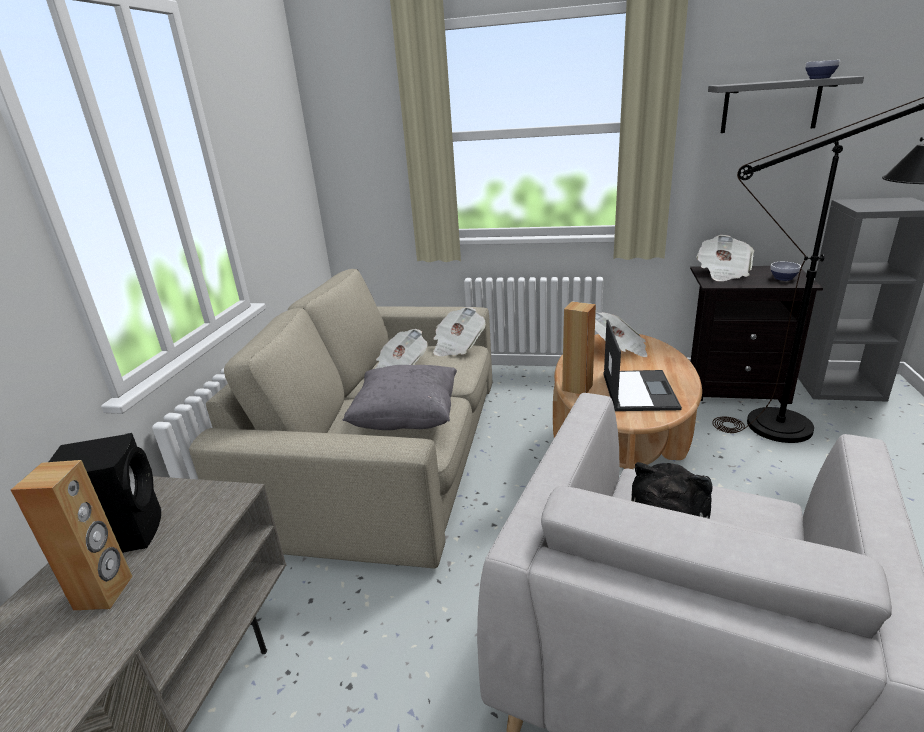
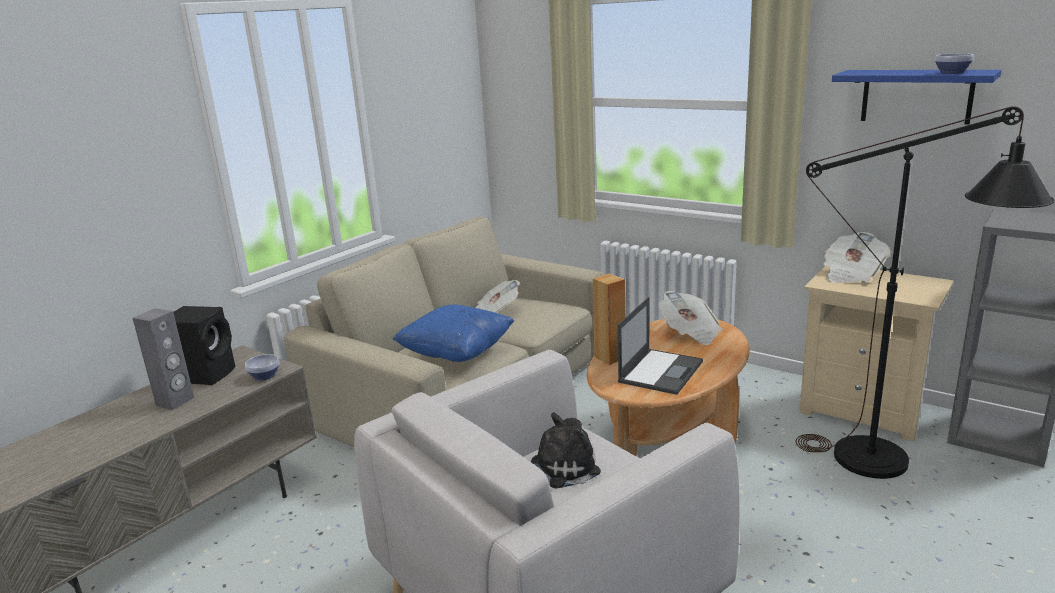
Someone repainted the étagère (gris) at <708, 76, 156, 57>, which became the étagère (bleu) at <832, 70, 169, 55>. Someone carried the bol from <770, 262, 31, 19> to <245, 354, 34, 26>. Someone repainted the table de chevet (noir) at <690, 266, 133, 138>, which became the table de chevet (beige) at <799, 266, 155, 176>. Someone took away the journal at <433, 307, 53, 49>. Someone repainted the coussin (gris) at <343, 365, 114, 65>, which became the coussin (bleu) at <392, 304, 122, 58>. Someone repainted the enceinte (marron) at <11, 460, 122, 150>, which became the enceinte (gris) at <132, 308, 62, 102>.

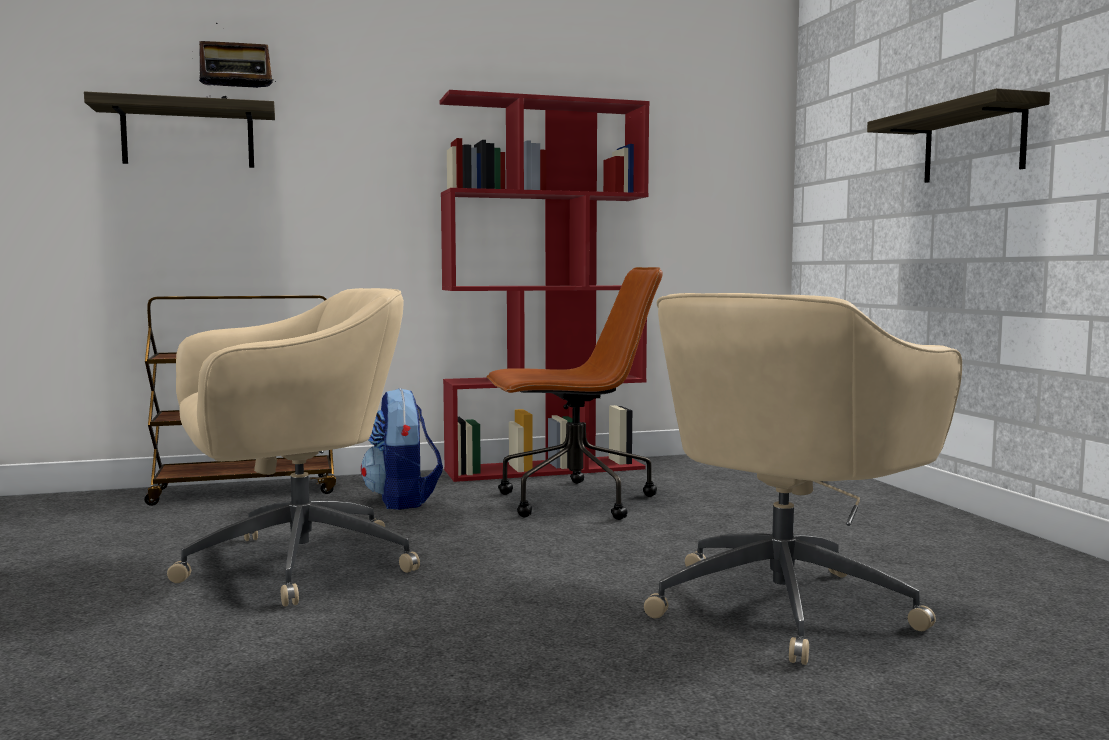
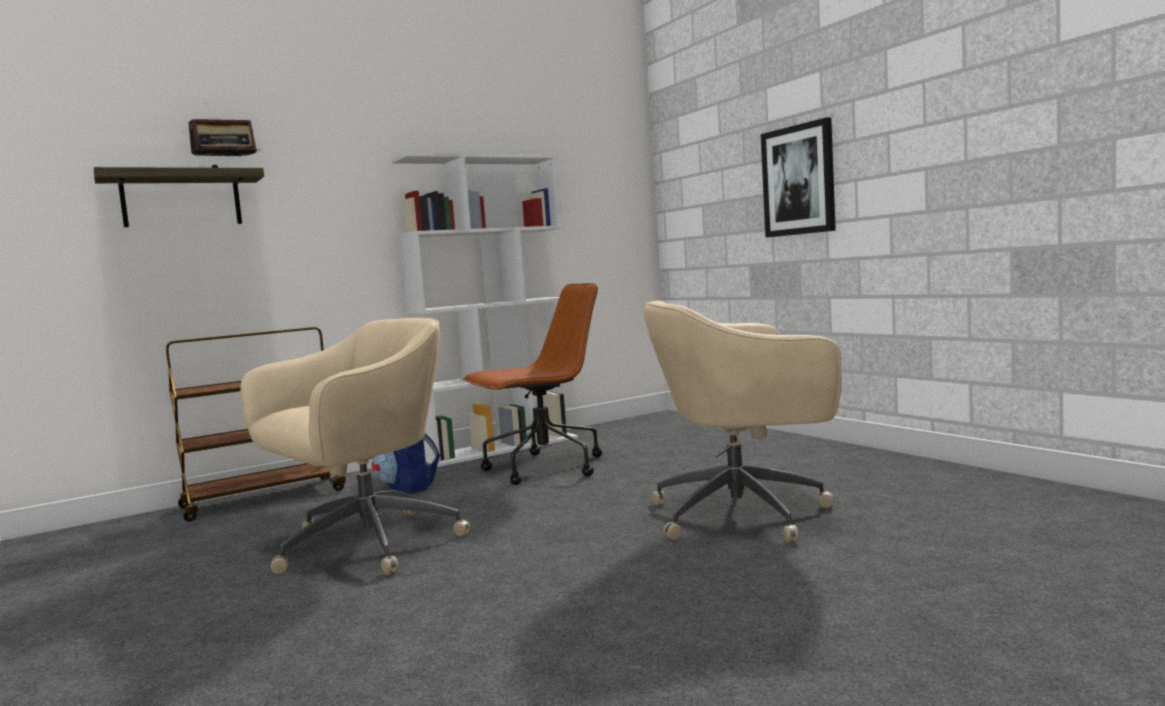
Someone swapped the étagère at <867, 88, 183, 95> for the tableau at <761, 117, 75, 120>. Someone repainted the bibliothèque (rouge) at <439, 90, 211, 392>, which became the bibliothèque (blanc) at <392, 153, 186, 314>. Someone rotated the chaise de bureau (beige) at <644, 293, 318, 372> by 60 degrees clockwise.

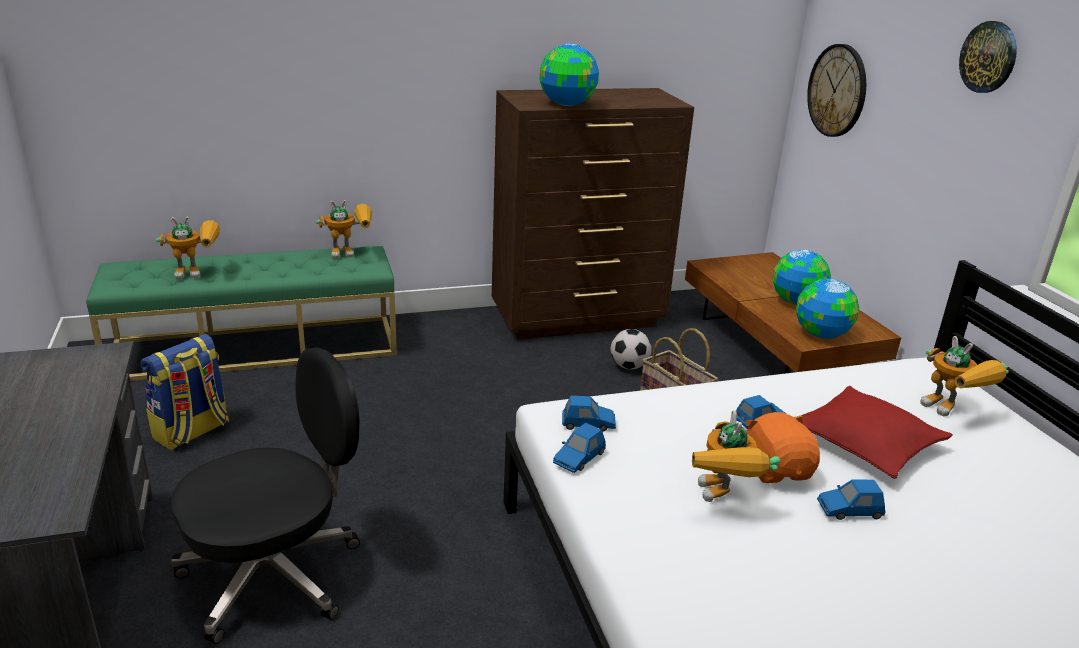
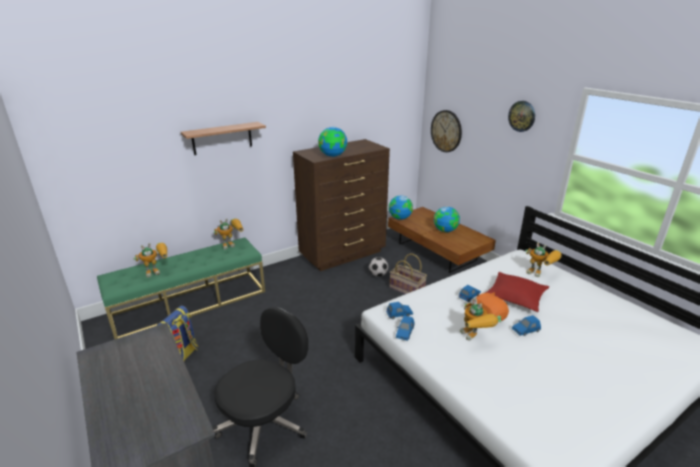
Someone carried the globe from <796, 279, 63, 59> to <389, 196, 24, 24>. Someone put up the étagère at <181, 122, 85, 33>.

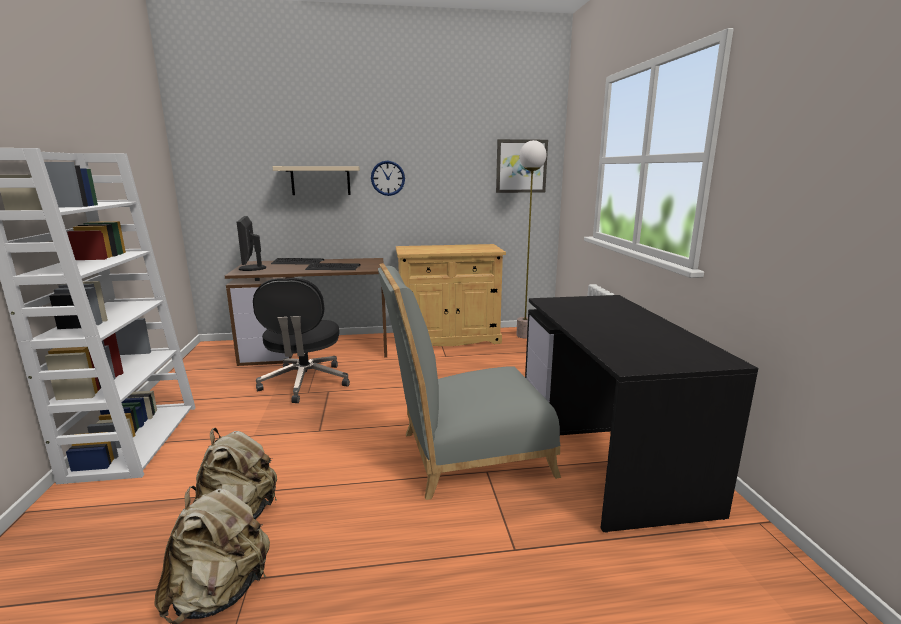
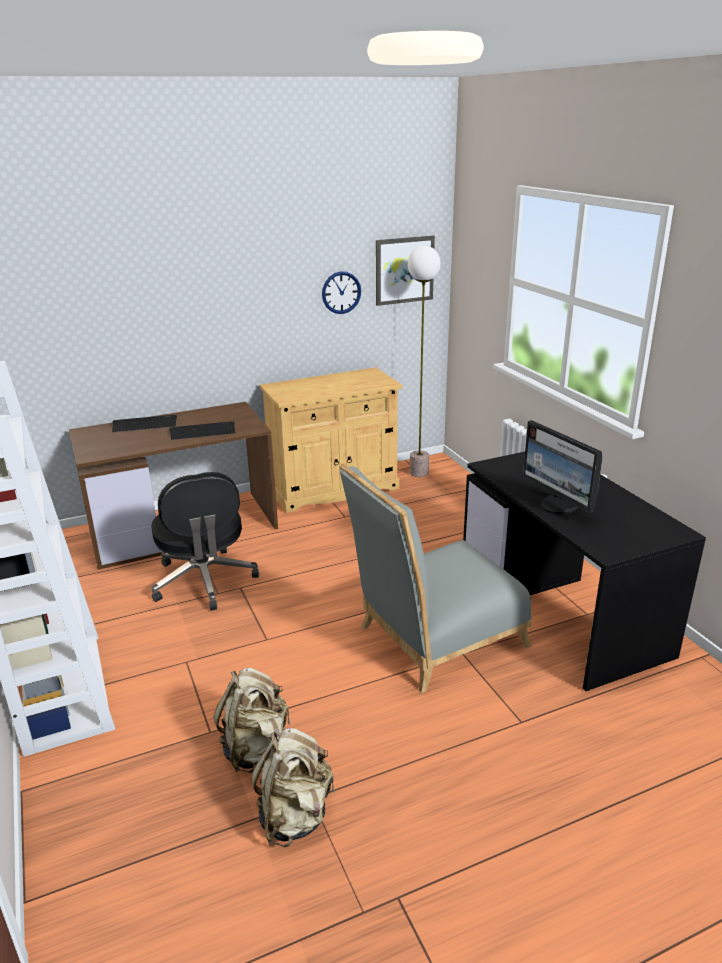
Someone carried the horloge murale from <371, 160, 34, 36> to <322, 271, 39, 43>. Someone took away the étagère (beige) at <272, 166, 88, 29>. Someone carried the écran d'ordinateur from <237, 216, 29, 55> to <523, 420, 79, 94>.

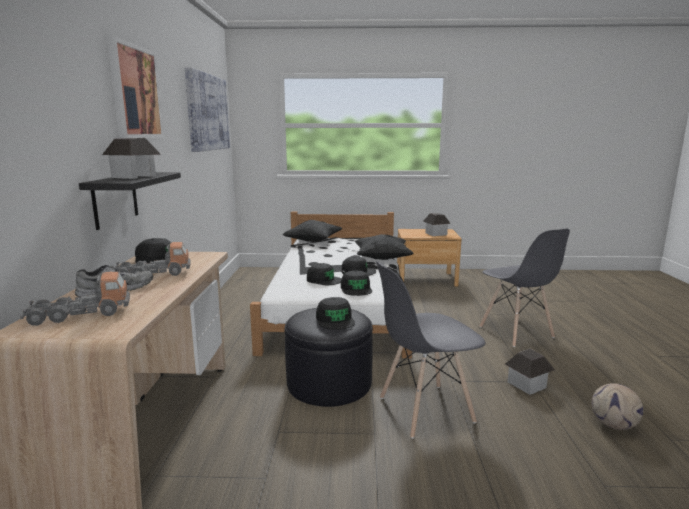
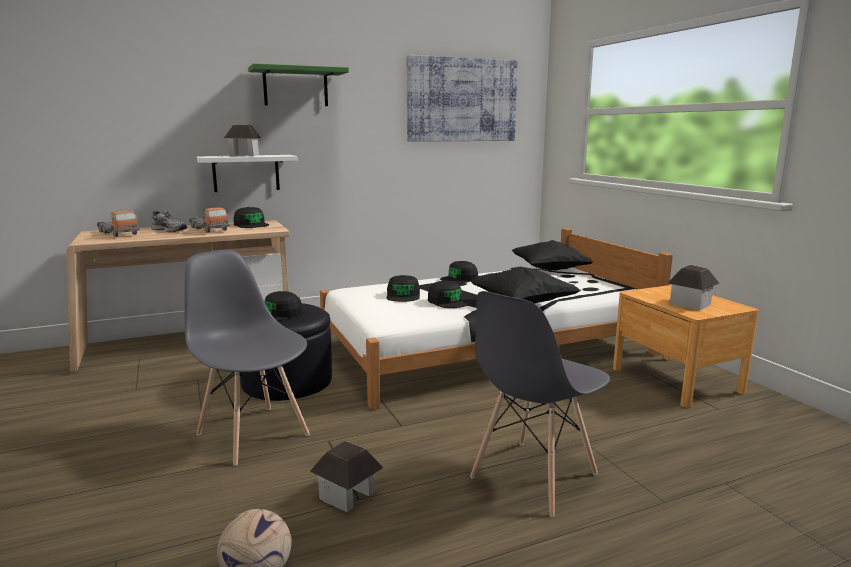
Someone swapped the tableau at <107, 36, 57, 102> for the étagère (vert) at <248, 63, 101, 43>. Someone repainted the étagère (noir) at <79, 172, 102, 58>, which became the étagère (blanc) at <197, 155, 101, 37>. Someone carried the casquette (noir) from <341, 271, 31, 25> to <440, 261, 38, 23>.

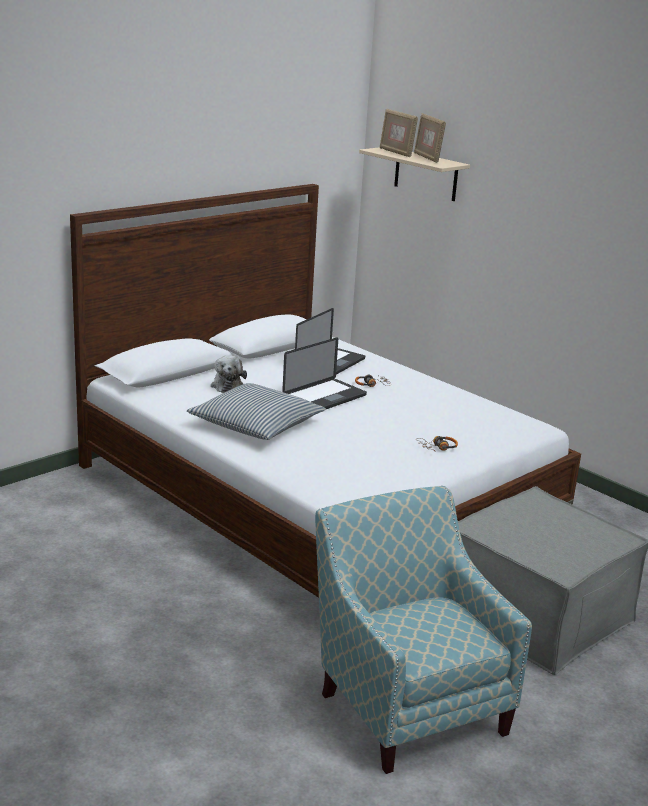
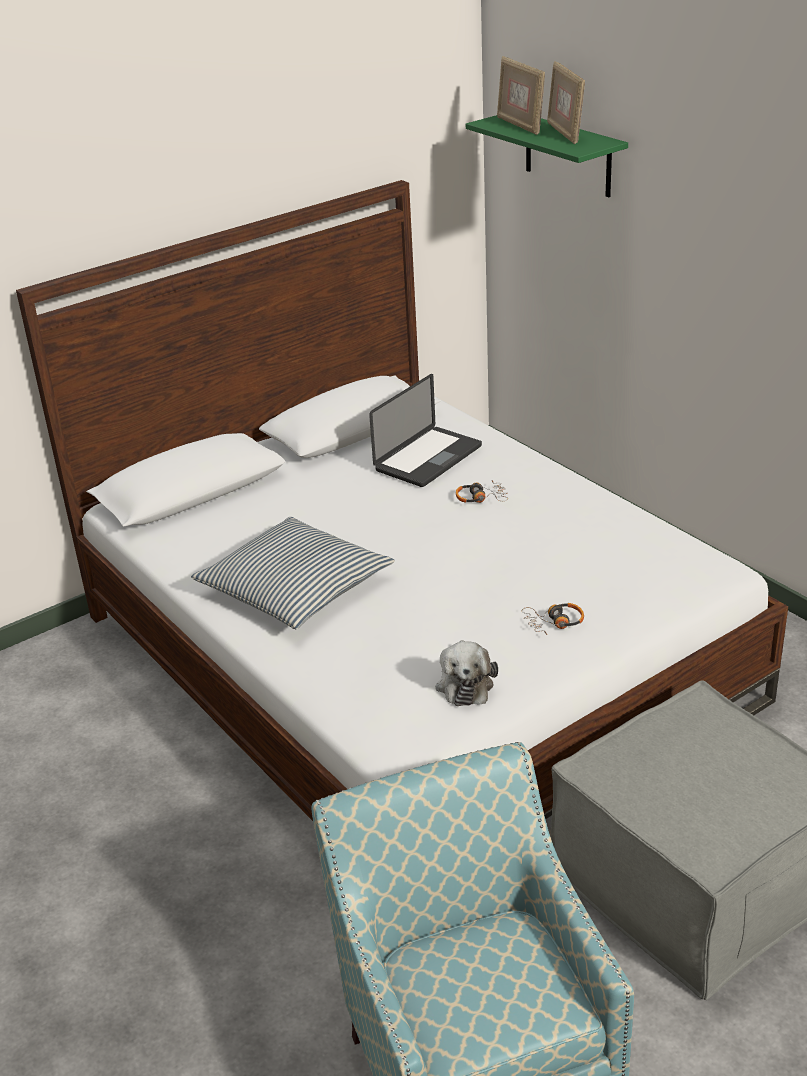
Someone repainted the étagère (beige) at <359, 147, 111, 54>, which became the étagère (vert) at <466, 115, 162, 82>. Someone took away the ordinateur portable at <282, 337, 85, 72>. Someone carried the peluche from <211, 355, 36, 38> to <435, 640, 63, 66>.

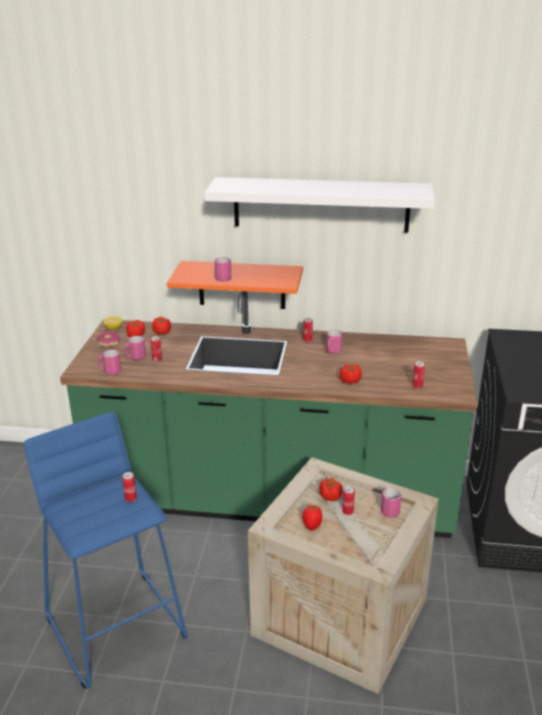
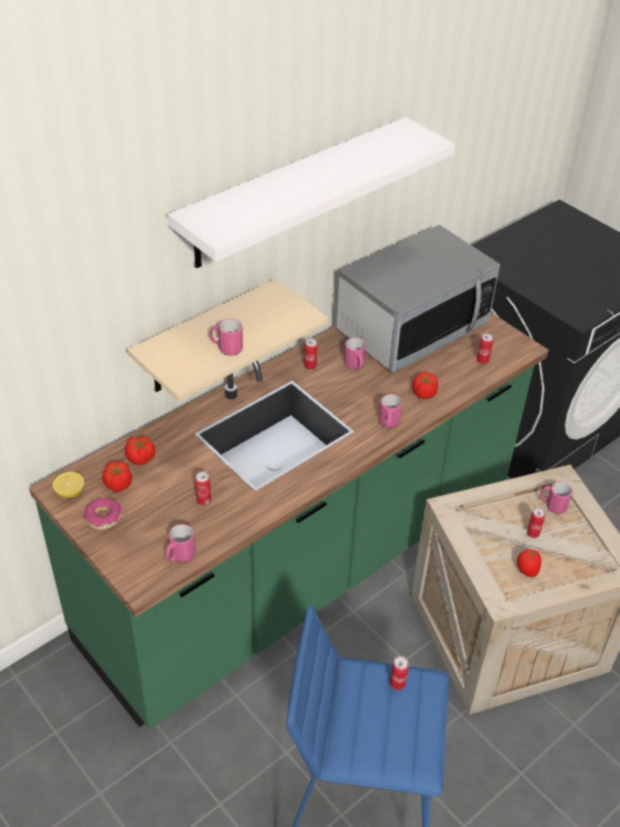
Someone repainted the étagère (orange) at <167, 261, 136, 48>, which became the étagère (beige) at <127, 279, 202, 122>. Someone carried the mug (rose) from <123, 336, 23, 24> to <379, 394, 23, 35>. Someone took away the tomate at <319, 478, 23, 23>. Someone put down the micro-ondes at <336, 225, 164, 148>.

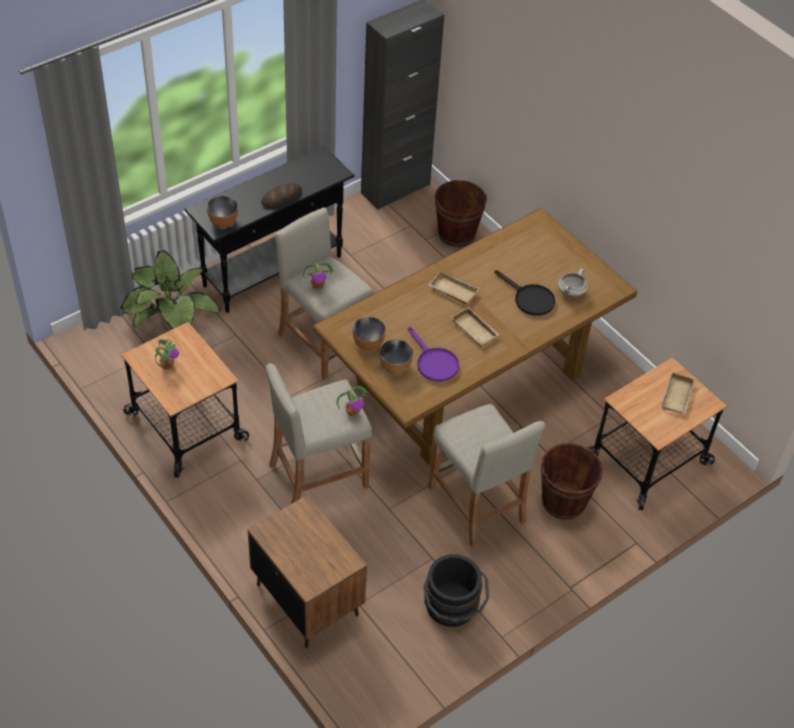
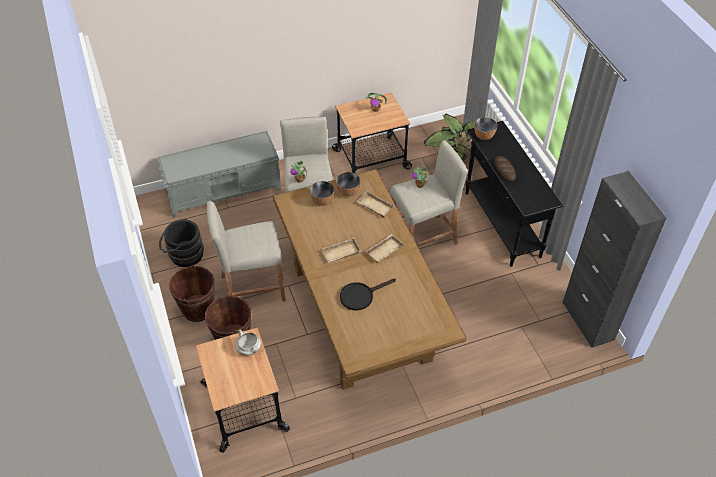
Someone carried the seau (marron) from <435, 180, 52, 67> to <169, 265, 46, 57>. Someone carried the marmite (blanc) from <558, 269, 30, 28> to <236, 330, 25, 25>. Someone took away the poêle (violet) at <408, 326, 51, 55>. Someone carried the plateau (beige) from <661, 371, 34, 43> to <357, 191, 38, 26>. Someone swapped the table de chevet (marron) at <248, 495, 119, 153> for the banc (gris) at <157, 131, 124, 87>.

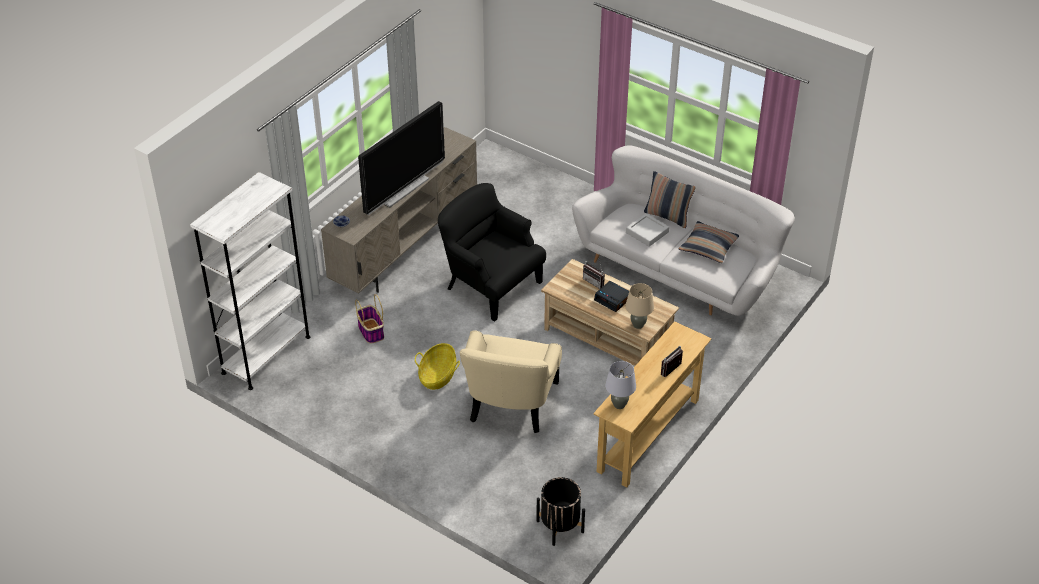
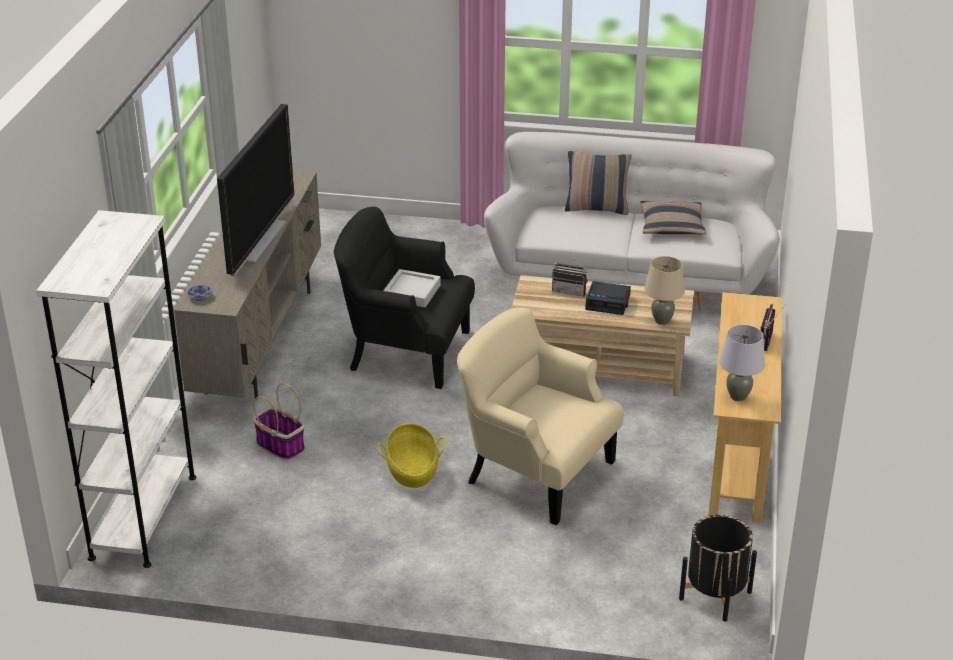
Someone carried the plateau (gris) from <626, 213, 43, 34> to <383, 269, 58, 39>. Someone rotated the fauteuil (beige) at <459, 330, 103, 103> by 135 degrees clockwise.

